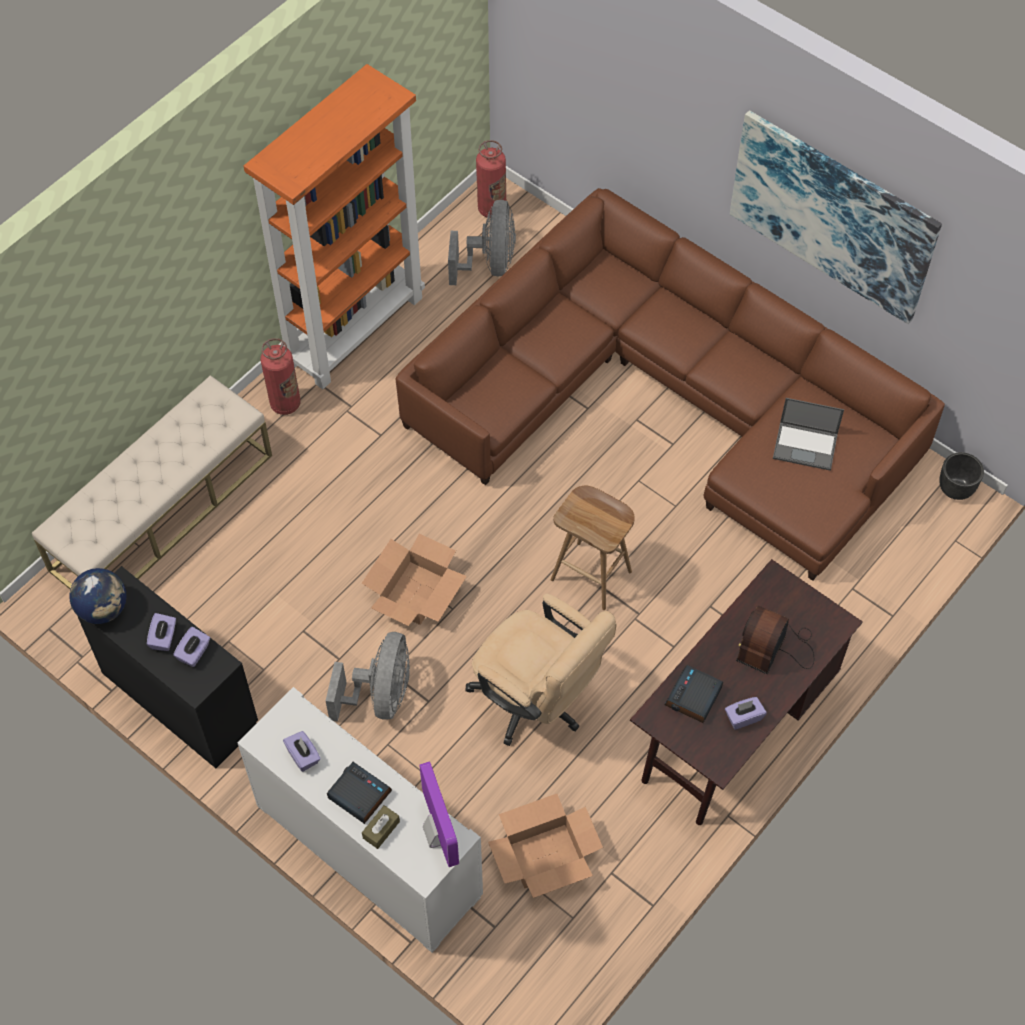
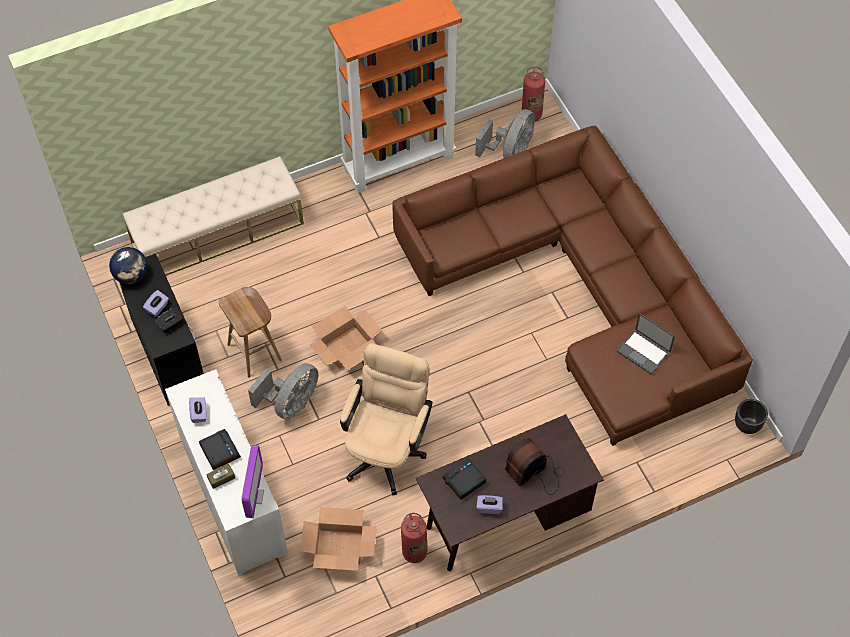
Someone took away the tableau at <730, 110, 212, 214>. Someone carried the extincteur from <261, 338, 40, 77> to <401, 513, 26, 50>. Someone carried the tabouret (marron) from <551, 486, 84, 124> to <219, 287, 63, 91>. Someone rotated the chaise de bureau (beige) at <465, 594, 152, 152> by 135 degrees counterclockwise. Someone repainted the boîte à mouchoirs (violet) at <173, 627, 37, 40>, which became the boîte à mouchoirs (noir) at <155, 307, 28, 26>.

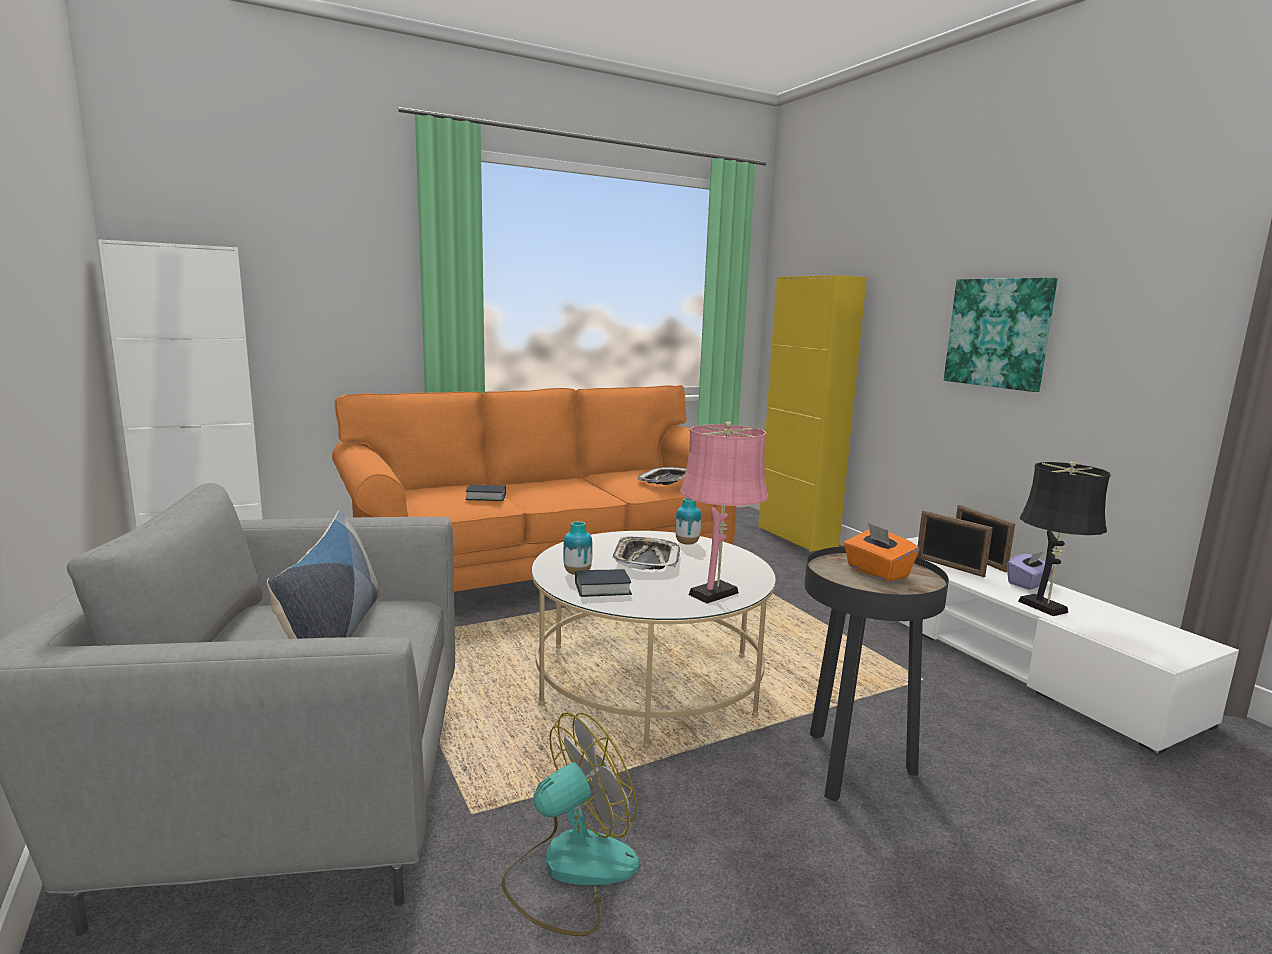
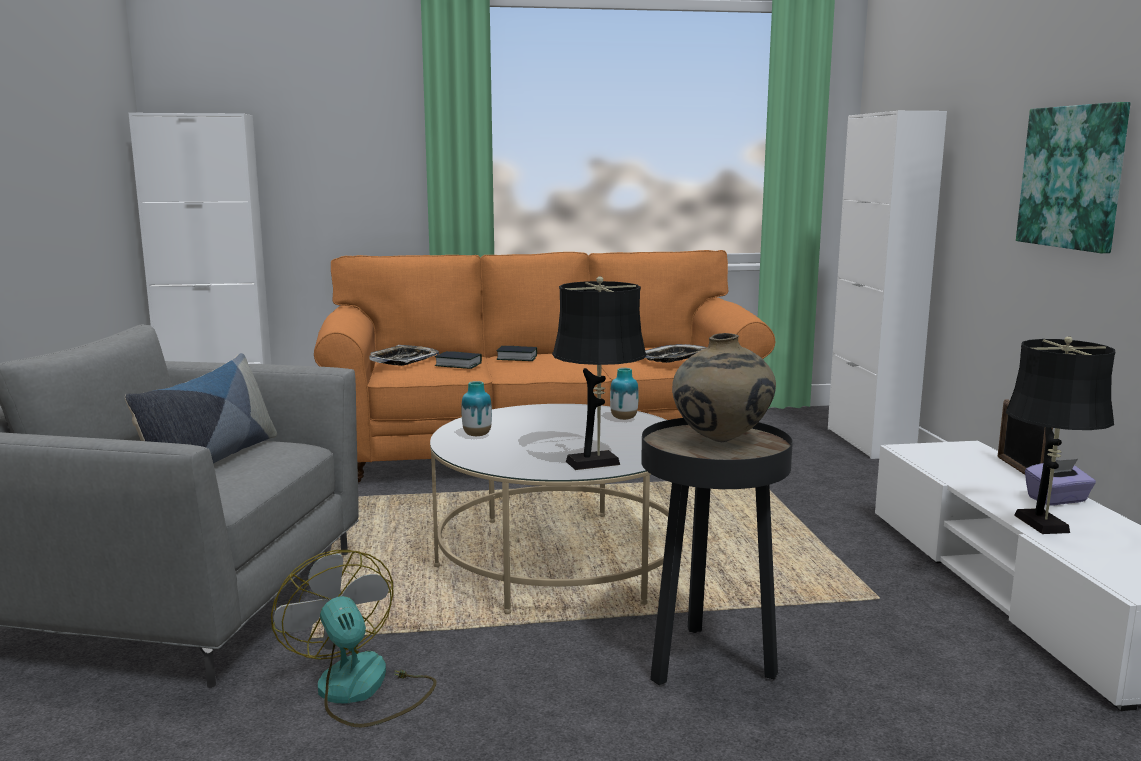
Someone repainted the meuble de rangement (jaune) at <758, 275, 109, 277>, which became the meuble de rangement (blanc) at <828, 111, 119, 348>. Someone repainted the lampe de table (rose) at <680, 421, 89, 183>, which became the lampe de table (noir) at <552, 276, 95, 194>. Someone took away the cadre photo at <917, 511, 76, 66>. Someone swapped the boîte à mouchoirs (orange) at <844, 523, 75, 59> for the vase (beige) at <672, 333, 104, 109>. Someone carried the plateau from <612, 537, 68, 33> to <370, 345, 69, 21>. Someone carried the livre from <575, 569, 57, 28> to <496, 346, 41, 15>. Someone rotated the ventilateur at <501, 712, 138, 224> by 105 degrees counterclockwise.

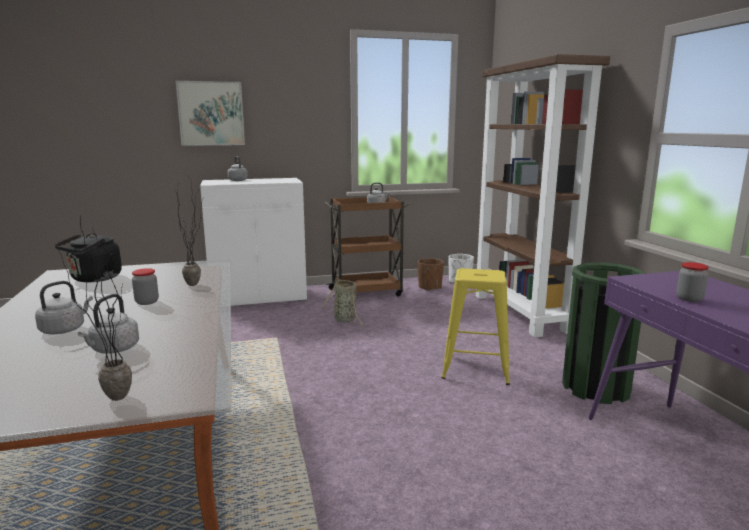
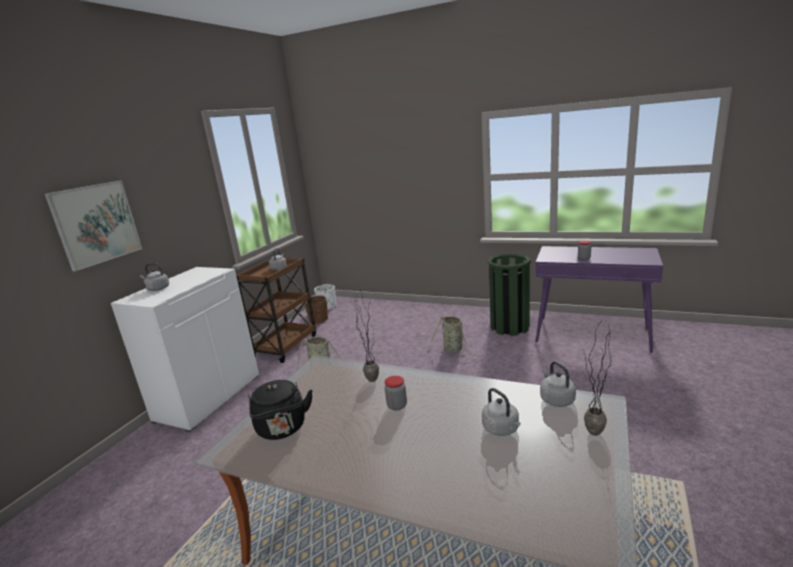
Someone took away the bibliothèque (marron) at <476, 54, 134, 283>. Someone swapped the tabouret (jaune) at <442, 268, 68, 117> for the panier at <431, 316, 46, 41>. Someone carried the bouilloire (gris) from <35, 281, 58, 53> to <540, 361, 36, 46>.

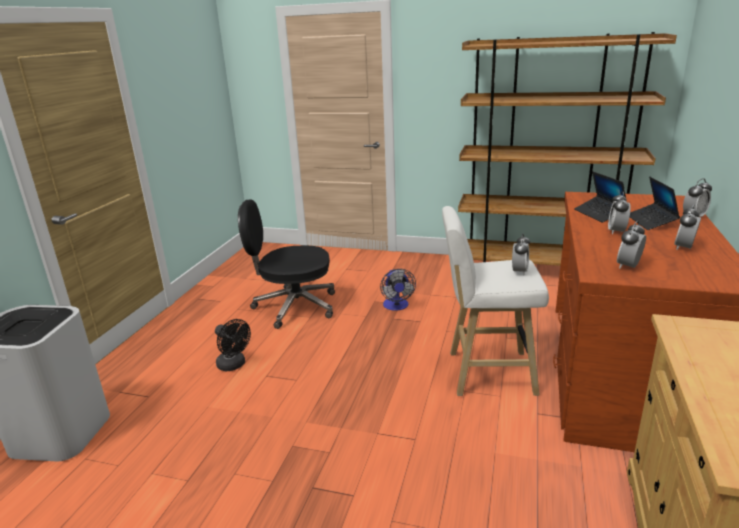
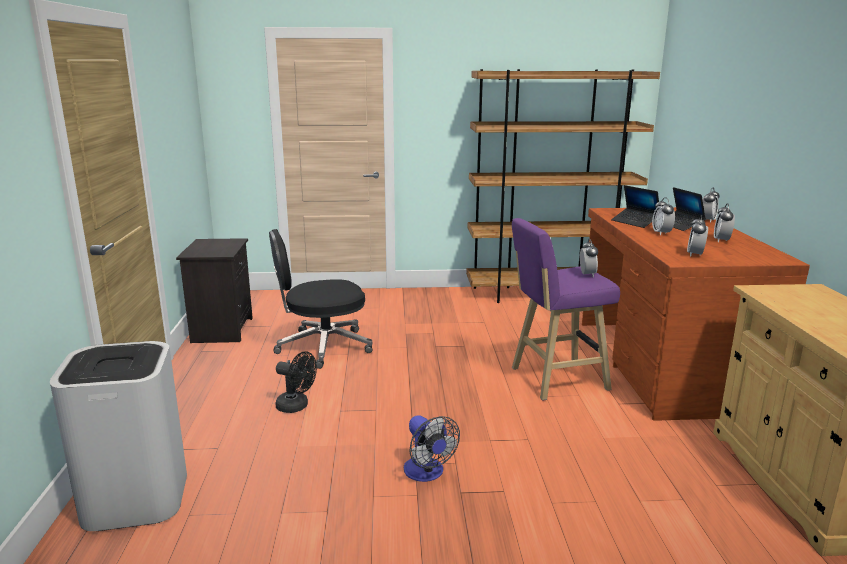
Someone repainted the tabouret (blanc) at <442, 206, 107, 190>, which became the tabouret (violet) at <512, 218, 108, 183>. Someone carried the ventilateur from <380, 269, 36, 42> to <404, 415, 56, 67>. Someone put down the table de chevet (noir) at <176, 238, 77, 105>.

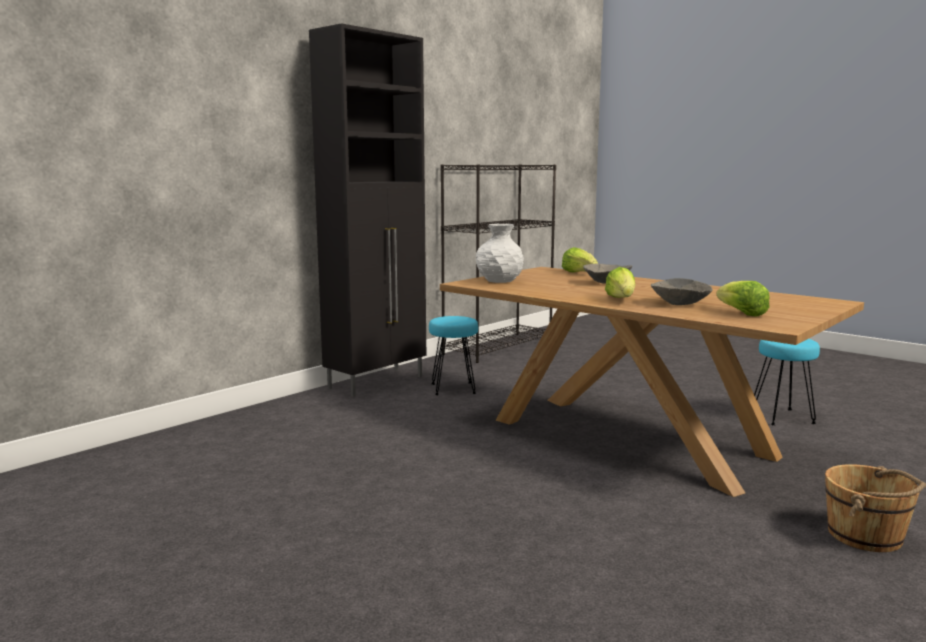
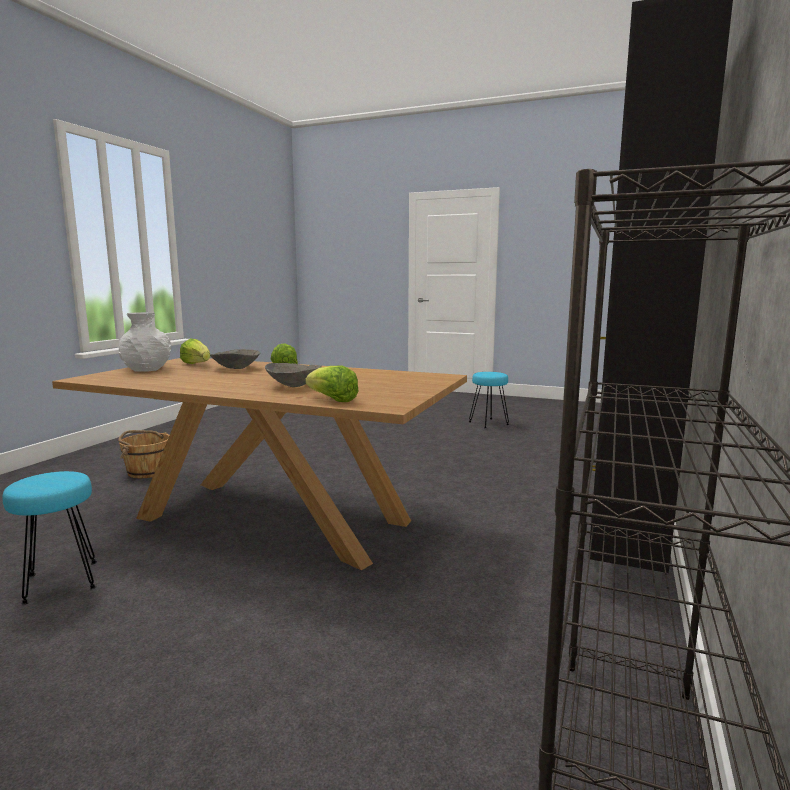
Someone carried the vase (blanc) from <476, 224, 48, 59> to <119, 312, 52, 60>. Someone carried the tabouret (turquoise) from <429, 316, 49, 79> to <469, 372, 40, 56>.

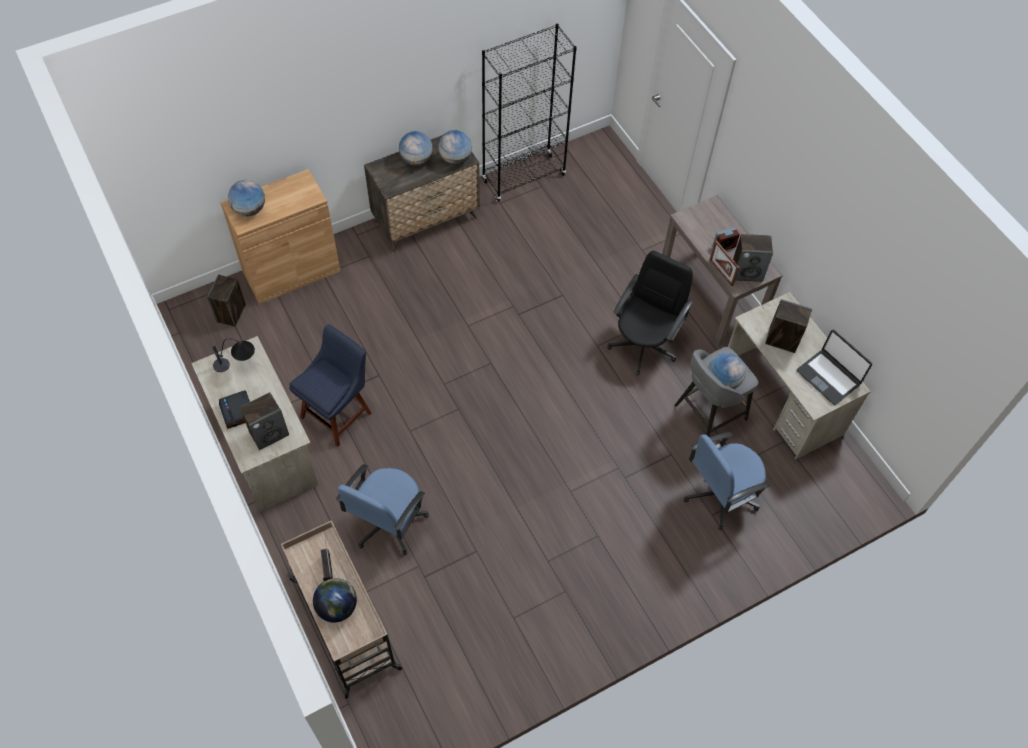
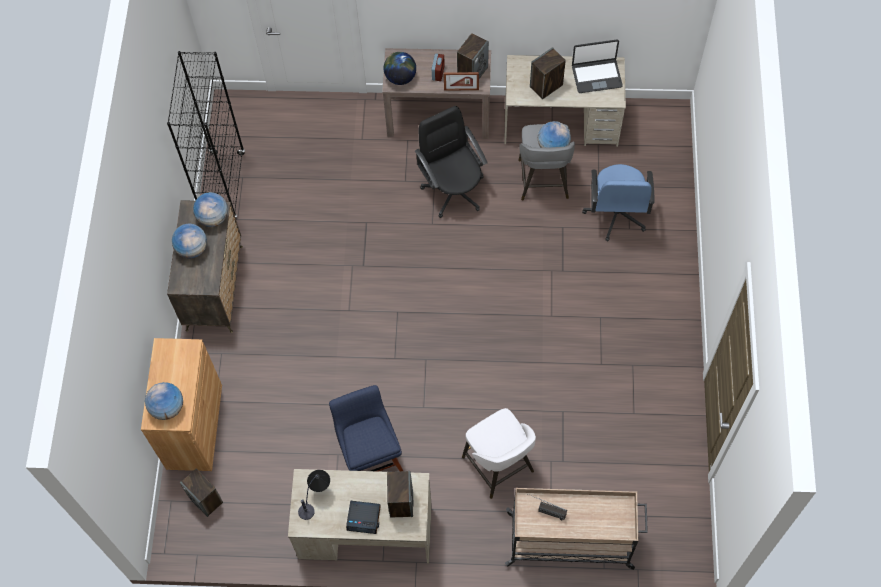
Someone swapped the chaise de bureau (bleu) at <336, 464, 93, 91> for the tabouret (blanc) at <462, 408, 74, 91>. Someone carried the globe from <313, 578, 44, 45> to <383, 52, 33, 33>.

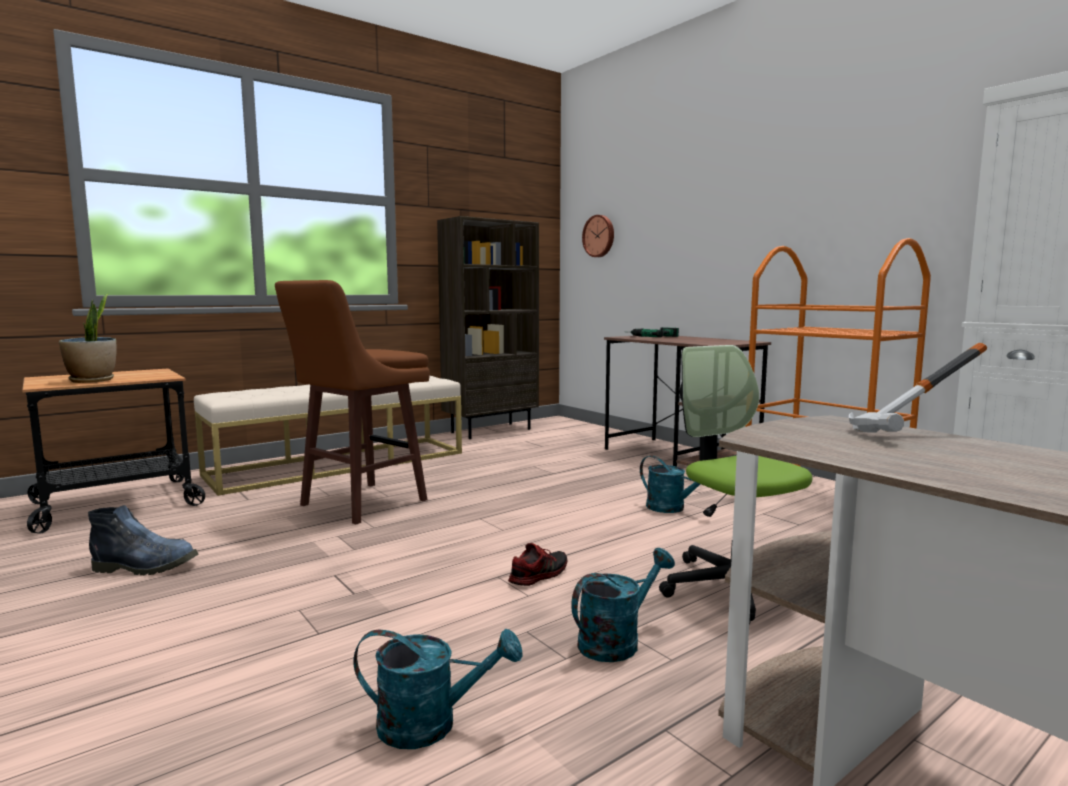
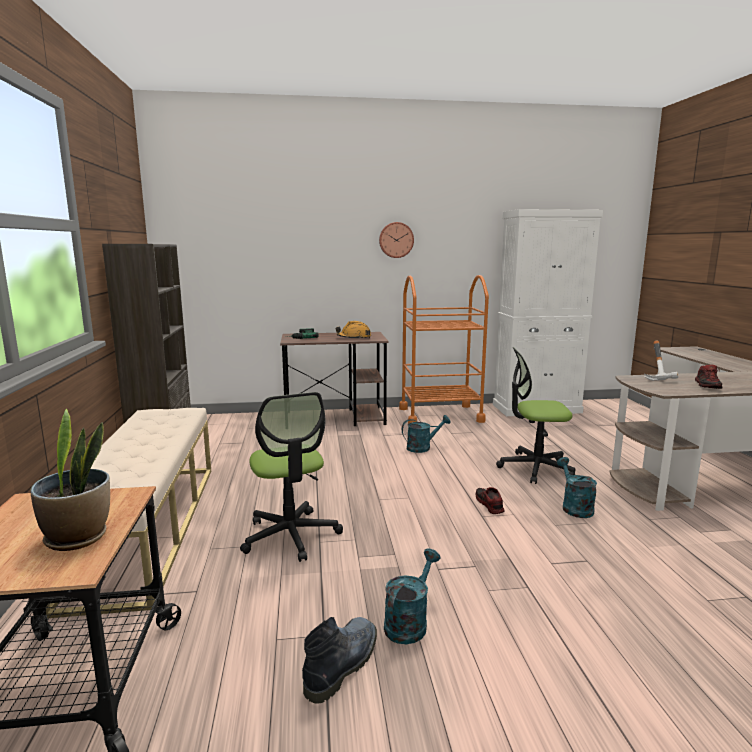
Someone carried the horloge murale from <582, 215, 32, 42> to <379, 222, 35, 36>. Someone swapped the tabouret (marron) at <275, 280, 155, 245> for the chaise de bureau at <240, 392, 103, 170>. Someone carried the arrosoir (turquoise) from <354, 629, 168, 120> to <384, 548, 56, 96>. Someone put down the casque de chantier (orange) at <336, 321, 35, 17>. Someone put down the chaussure at <695, 365, 28, 24>.

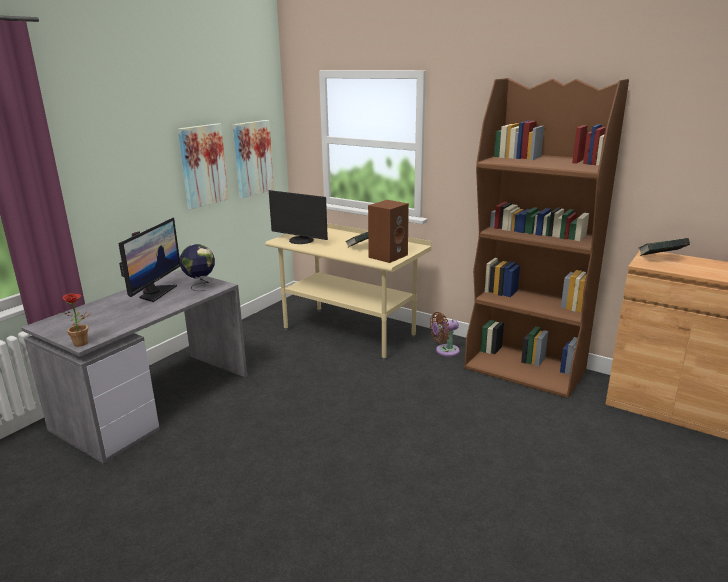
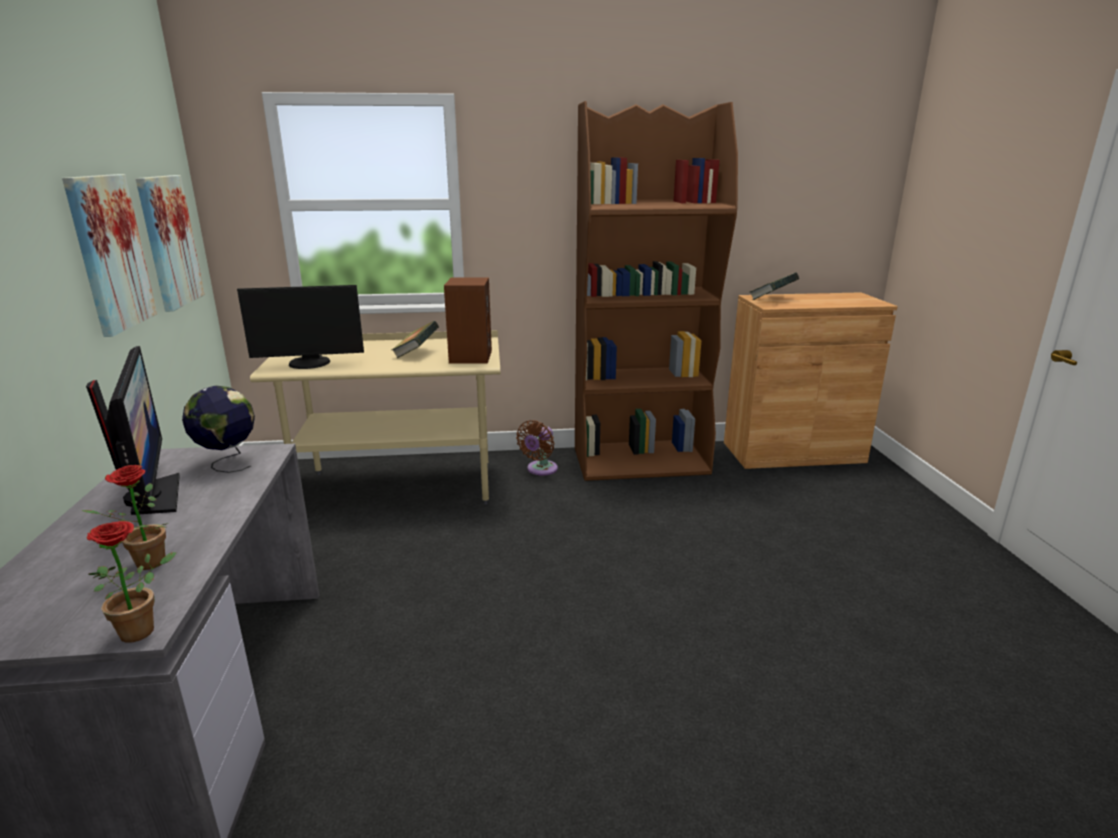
Someone put down the plante en pot at <81, 465, 87, 105>.

